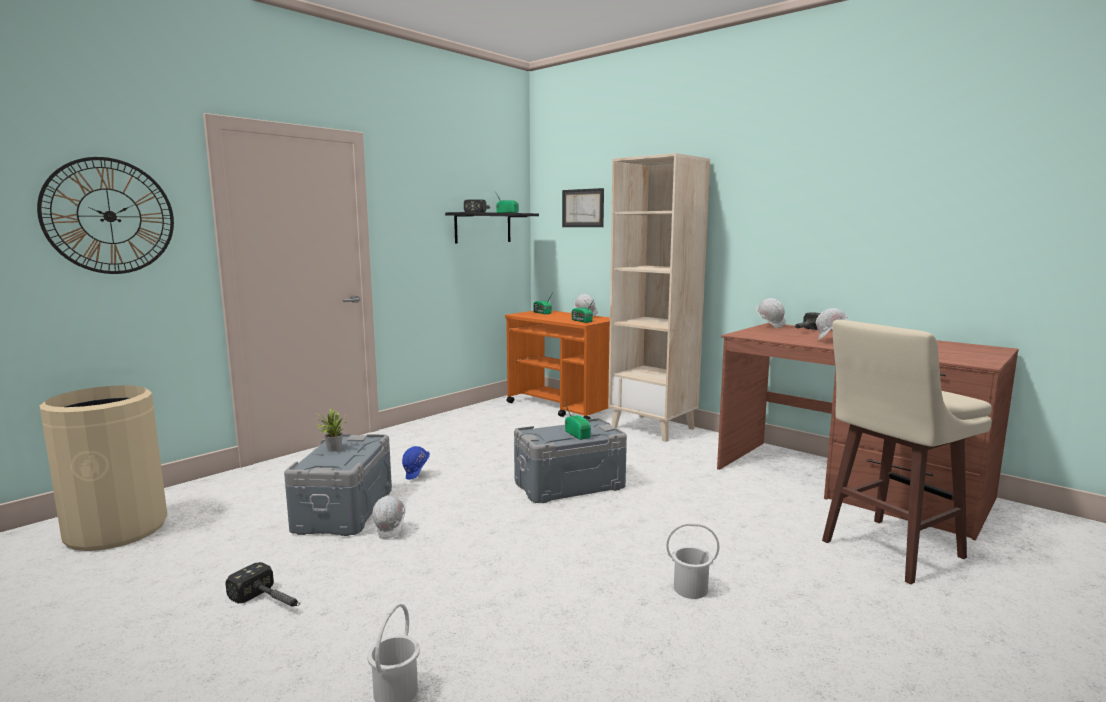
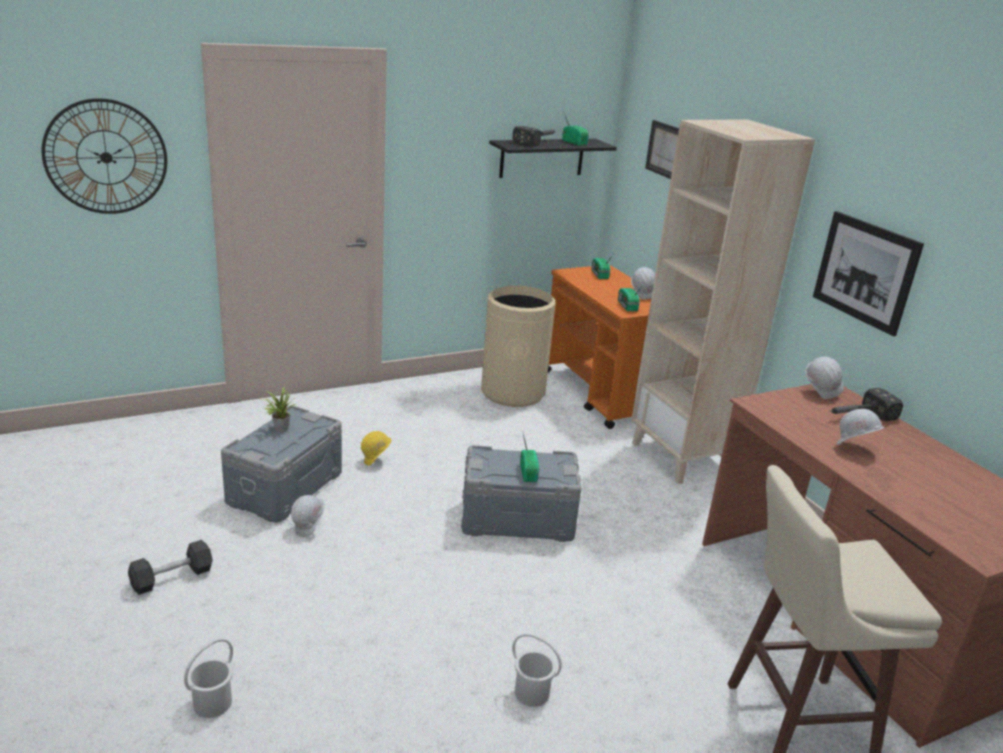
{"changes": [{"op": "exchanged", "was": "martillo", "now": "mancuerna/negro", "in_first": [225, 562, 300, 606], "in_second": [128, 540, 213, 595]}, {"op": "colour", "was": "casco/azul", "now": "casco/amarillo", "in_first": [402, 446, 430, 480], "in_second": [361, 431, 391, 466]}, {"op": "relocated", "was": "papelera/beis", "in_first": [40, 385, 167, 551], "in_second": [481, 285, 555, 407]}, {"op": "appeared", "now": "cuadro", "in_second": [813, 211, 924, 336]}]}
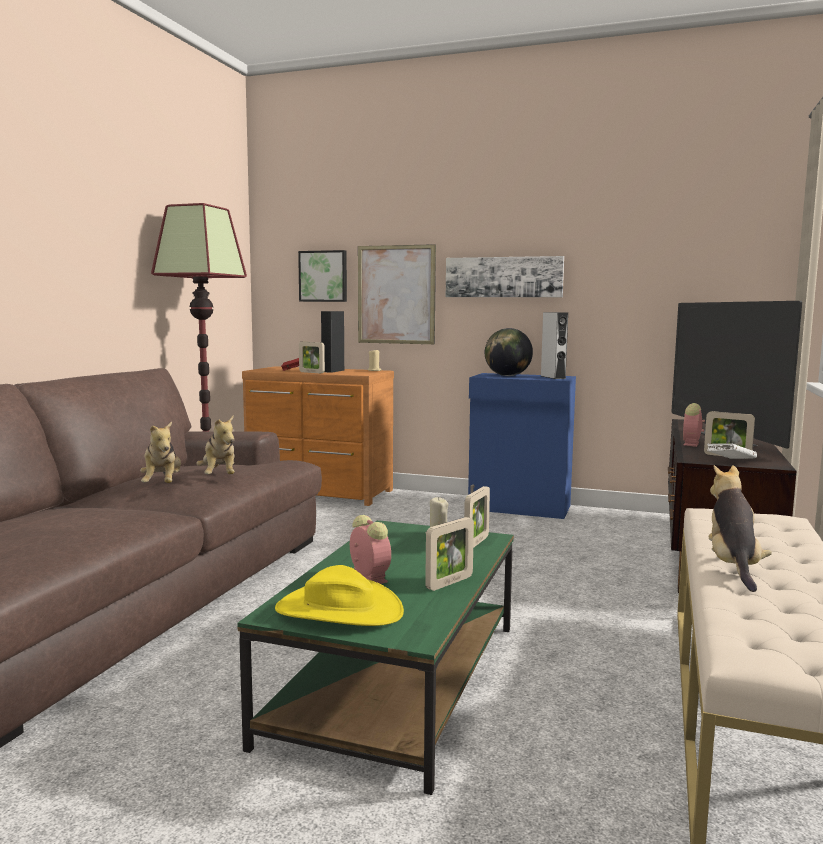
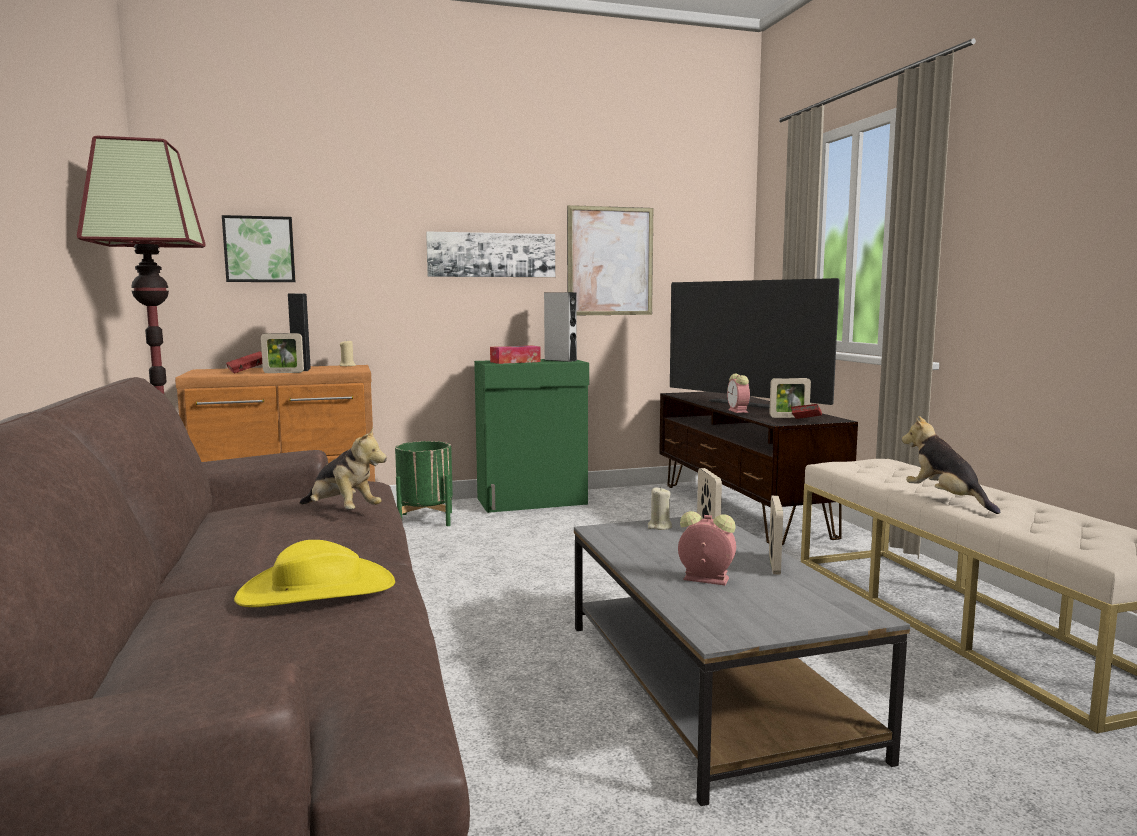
{"changes": [{"op": "relocated", "was": "sombrero/amarillo", "in_first": [275, 565, 404, 626], "in_second": [234, 540, 395, 607]}, {"op": "appeared", "now": "maceta/verde", "in_second": [395, 441, 453, 526]}, {"op": "colour", "was": "armario/azul", "now": "armario/verde", "in_first": [468, 373, 576, 519], "in_second": [474, 359, 589, 513]}, {"op": "exchanged", "was": "globo terráqueo", "now": "caja de pañuelos", "in_first": [485, 328, 533, 376], "in_second": [490, 345, 541, 364]}, {"op": "relocated", "was": "cuadro", "in_first": [358, 244, 436, 344], "in_second": [567, 205, 653, 315]}, {"op": "colour", "was": "mesa de centro/verde", "now": "mesa de centro/gris", "in_first": [237, 520, 514, 795], "in_second": [574, 517, 910, 806]}, {"op": "colour", "was": "libro/blanco", "now": "libro/rojo", "in_first": [707, 443, 757, 459], "in_second": [791, 404, 822, 419]}, {"op": "missing", "was": "peluche", "in_first": [140, 421, 181, 483]}]}
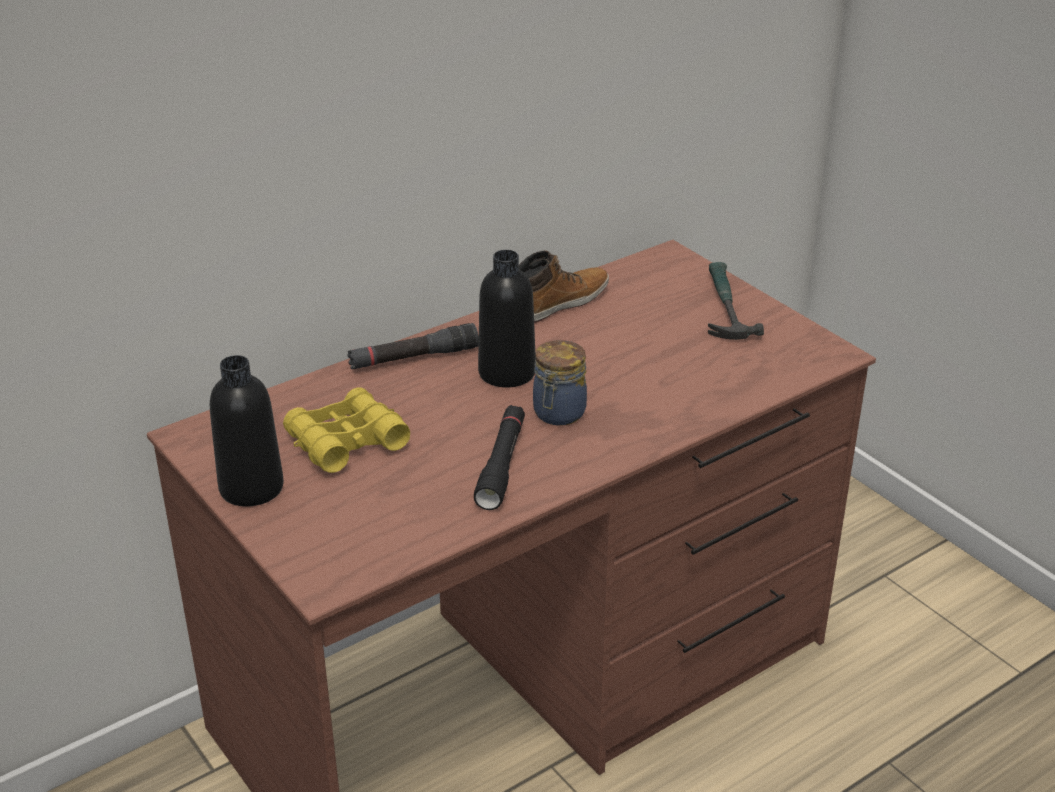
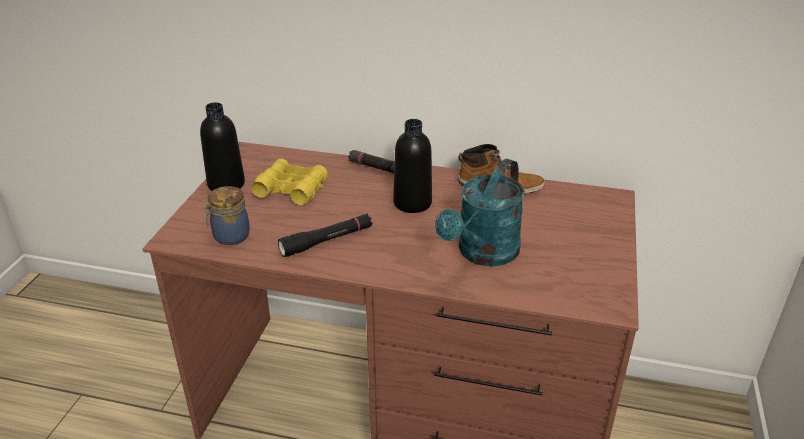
{"changes": [{"op": "relocated", "was": "tarro", "in_first": [533, 340, 587, 426], "in_second": [203, 186, 250, 245]}, {"op": "appeared", "now": "regadera/turquesa", "in_second": [435, 159, 525, 266]}, {"op": "missing", "was": "martillo", "in_first": [708, 262, 764, 340]}]}
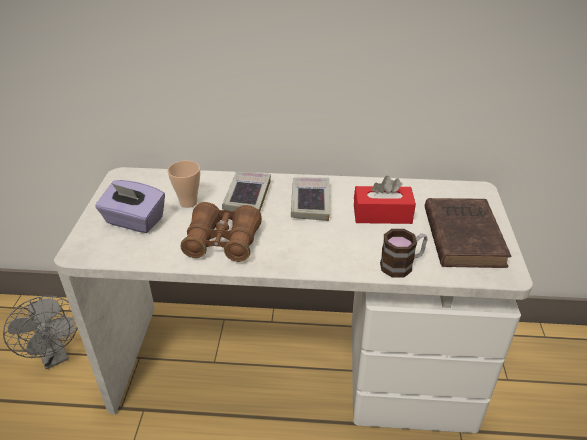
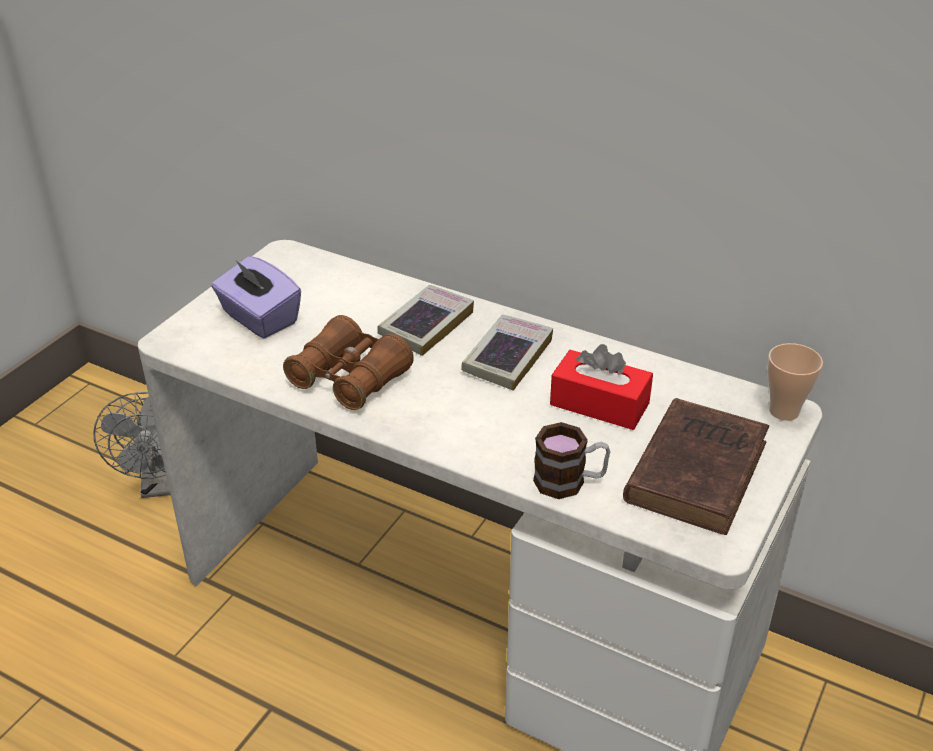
{"changes": [{"op": "relocated", "was": "taza", "in_first": [168, 161, 200, 208], "in_second": [768, 343, 823, 421]}]}
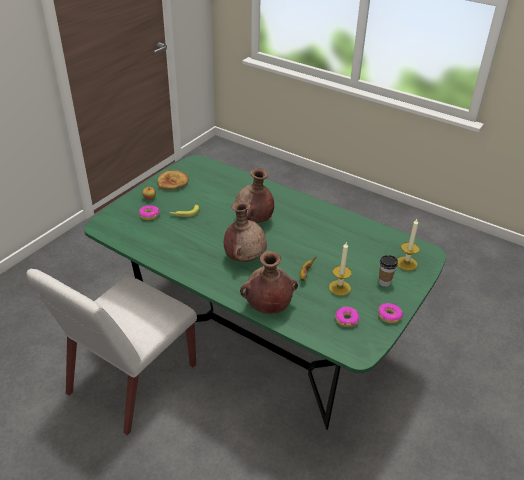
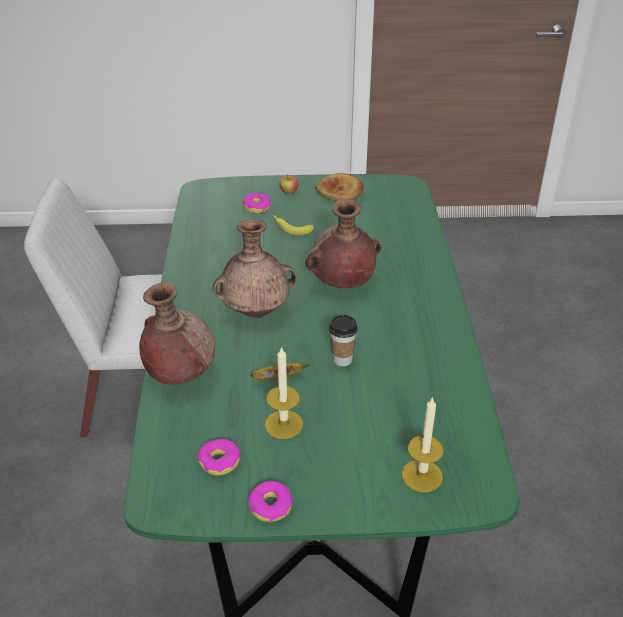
{"changes": [{"op": "relocated", "was": "taza", "in_first": [379, 255, 398, 287], "in_second": [329, 315, 358, 366]}]}
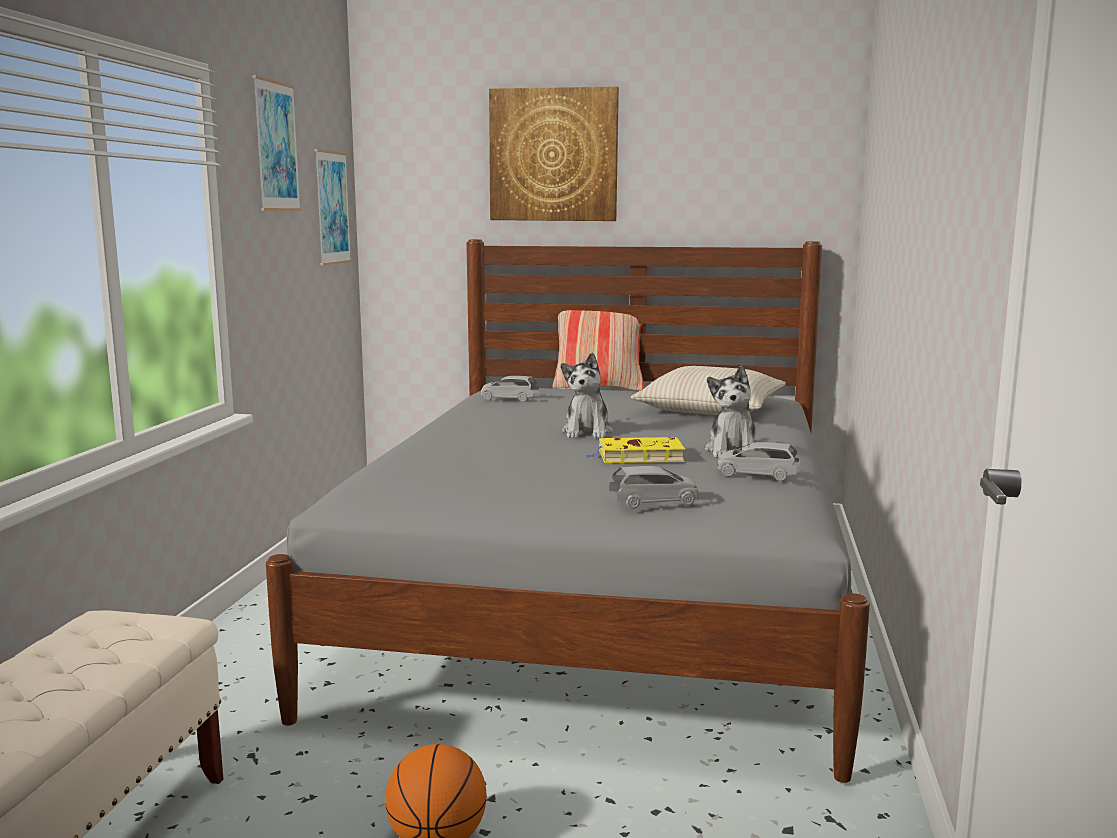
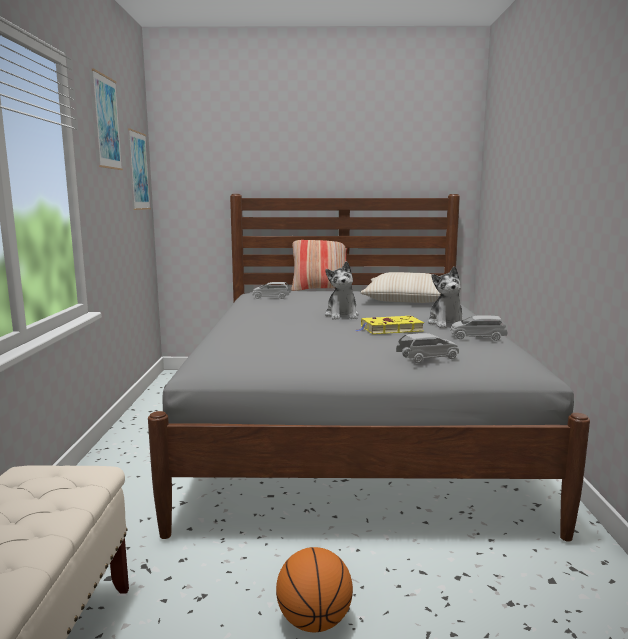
{"changes": [{"op": "missing", "was": "cuadro", "in_first": [489, 86, 619, 221]}]}
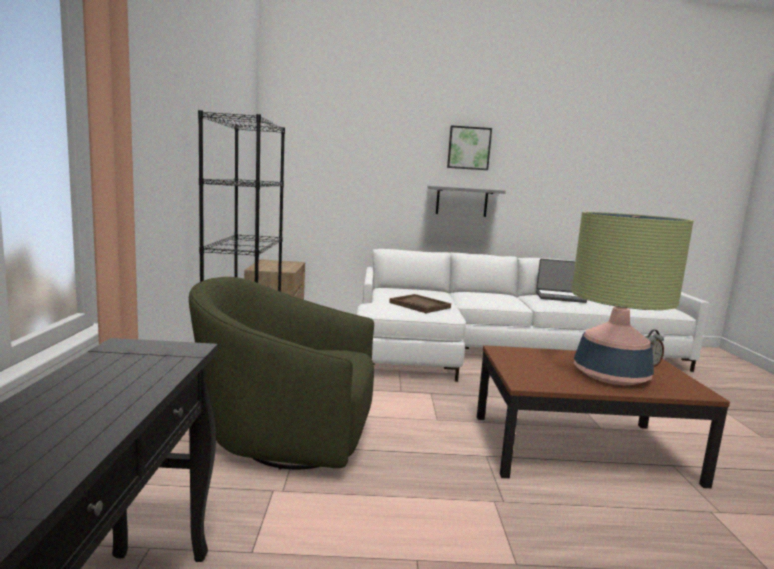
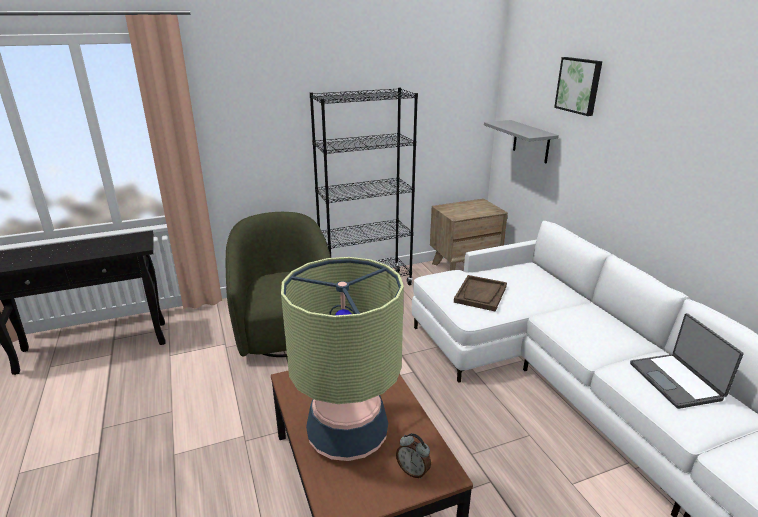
{"changes": [{"op": "relocated", "was": "estante/gris", "in_first": [427, 186, 506, 217], "in_second": [484, 120, 559, 163]}, {"op": "relocated", "was": "cuadro", "in_first": [447, 125, 492, 170], "in_second": [554, 57, 602, 116]}]}
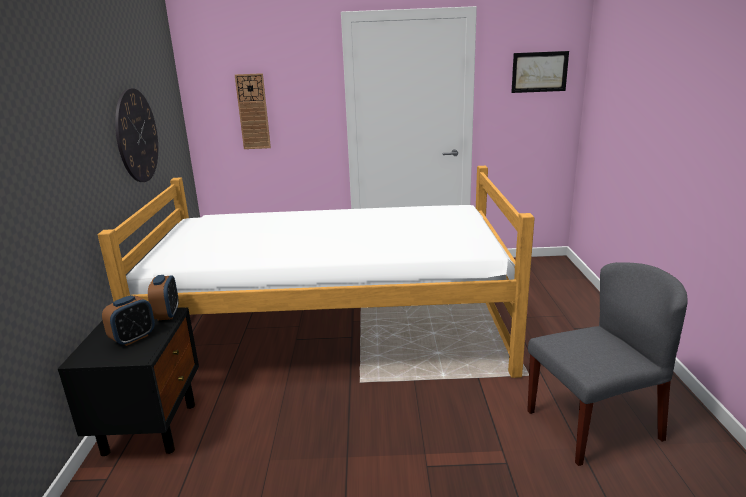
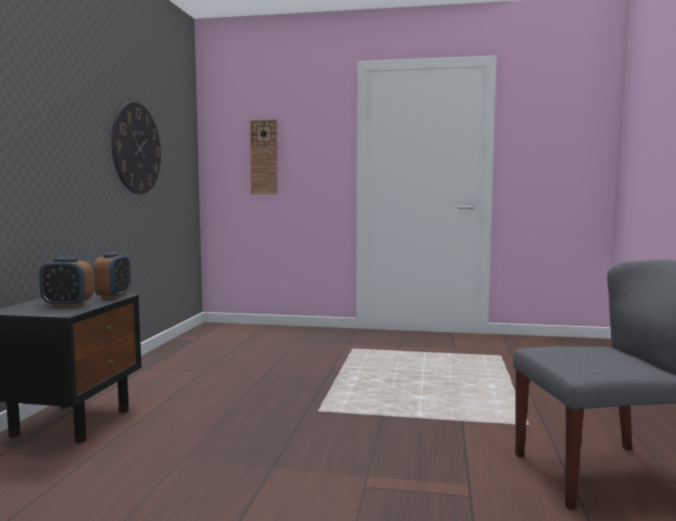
{"changes": [{"op": "spun", "was": "despertador", "in_first": [102, 295, 155, 346], "in_second": [39, 258, 94, 307], "clockwise": 45}, {"op": "missing", "was": "cama", "in_first": [98, 166, 535, 378]}, {"op": "missing", "was": "cuadro", "in_first": [511, 51, 569, 93]}]}
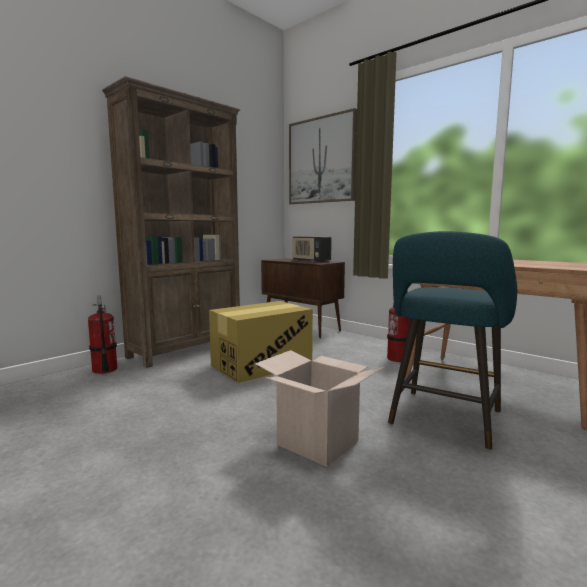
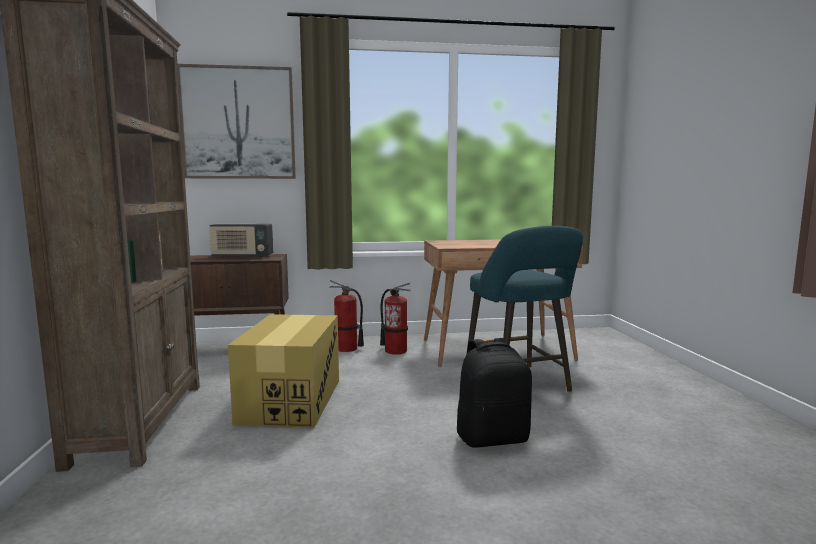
{"changes": [{"op": "relocated", "was": "extintor", "in_first": [88, 295, 117, 374], "in_second": [330, 279, 364, 352]}, {"op": "exchanged", "was": "caja de cartón", "now": "mochila/negro", "in_first": [255, 350, 385, 467], "in_second": [457, 338, 532, 448]}]}
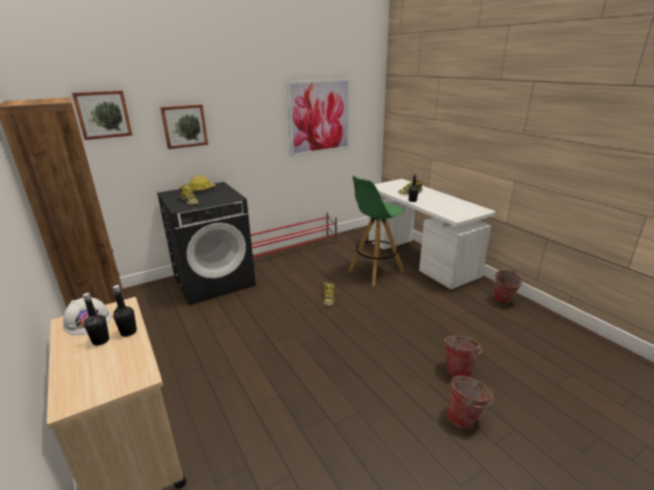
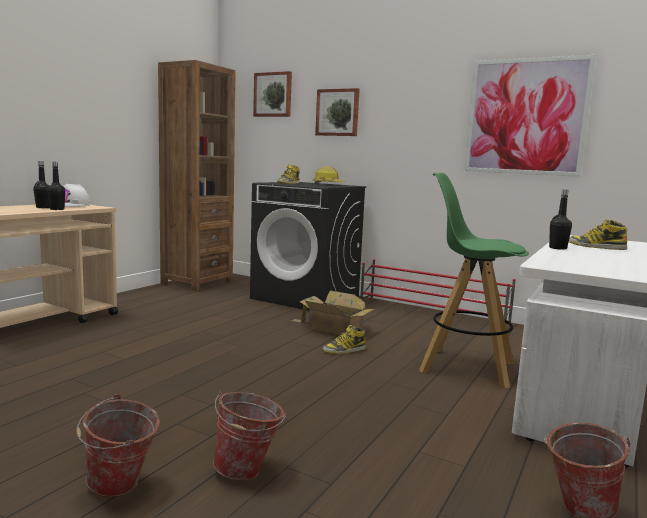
{"changes": [{"op": "appeared", "now": "caja de cartón", "in_second": [291, 290, 374, 335]}]}
